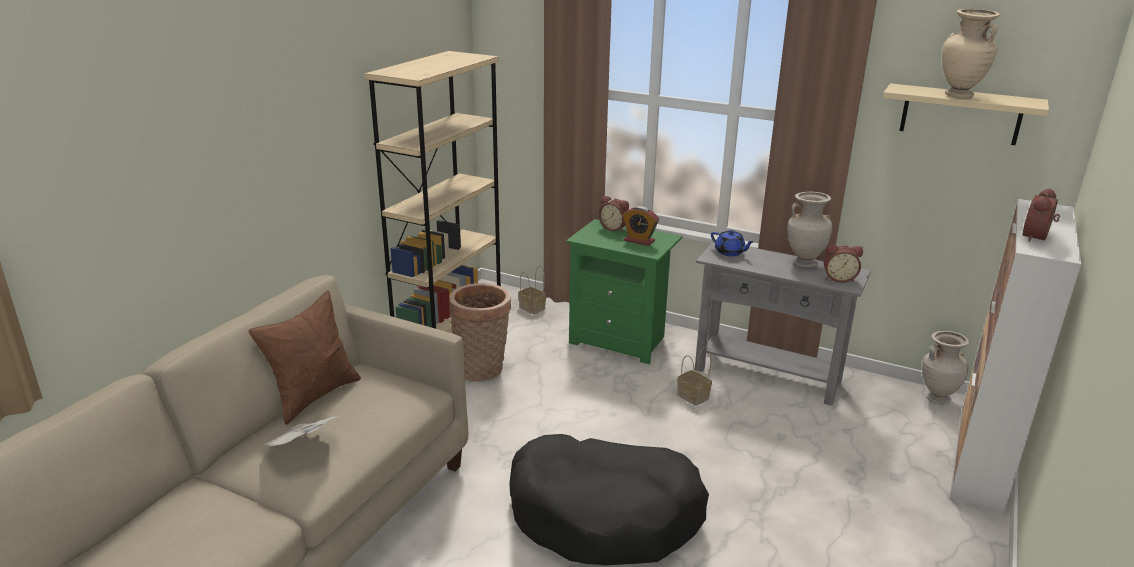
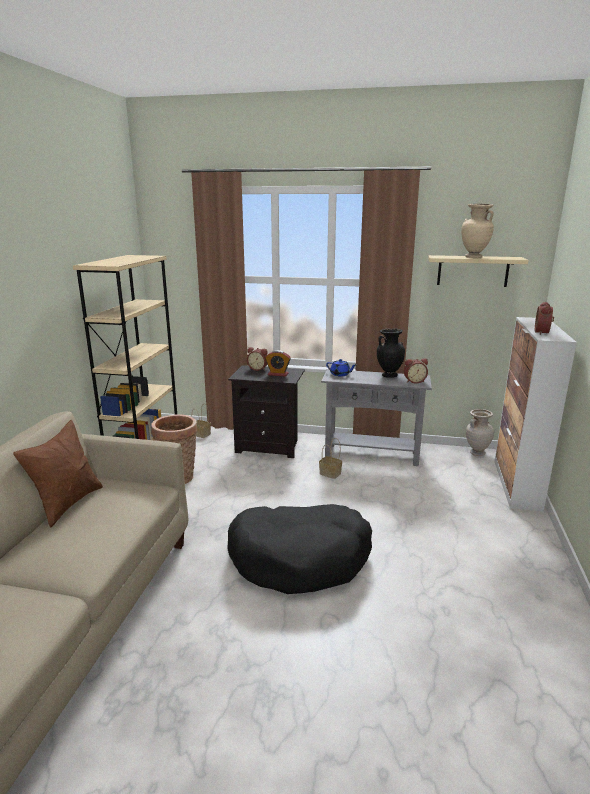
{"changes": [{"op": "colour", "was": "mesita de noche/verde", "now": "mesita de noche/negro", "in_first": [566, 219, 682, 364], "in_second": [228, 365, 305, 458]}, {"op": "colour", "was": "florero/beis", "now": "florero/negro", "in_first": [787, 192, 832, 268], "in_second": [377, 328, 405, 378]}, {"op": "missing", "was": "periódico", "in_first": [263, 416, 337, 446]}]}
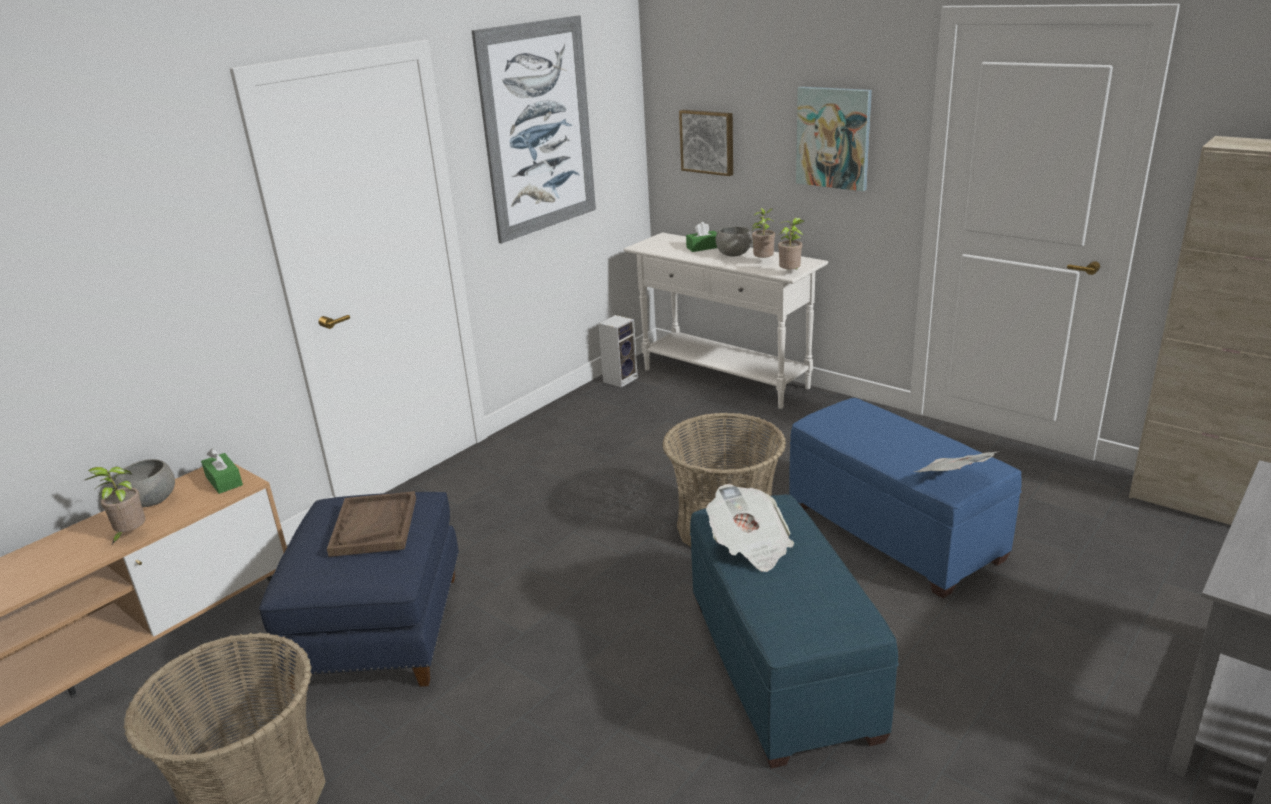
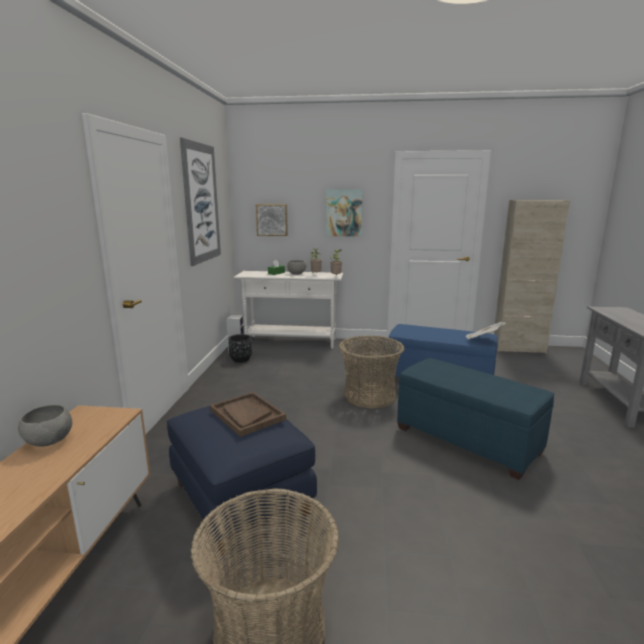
{"changes": [{"op": "appeared", "now": "maceta/negro", "in_second": [228, 334, 252, 363]}, {"op": "missing", "was": "planta en maceta", "in_first": [83, 466, 146, 544]}, {"op": "missing", "was": "caja de pañuelos/verde", "in_first": [201, 449, 243, 494]}, {"op": "missing", "was": "periódico", "in_first": [706, 484, 794, 572]}]}
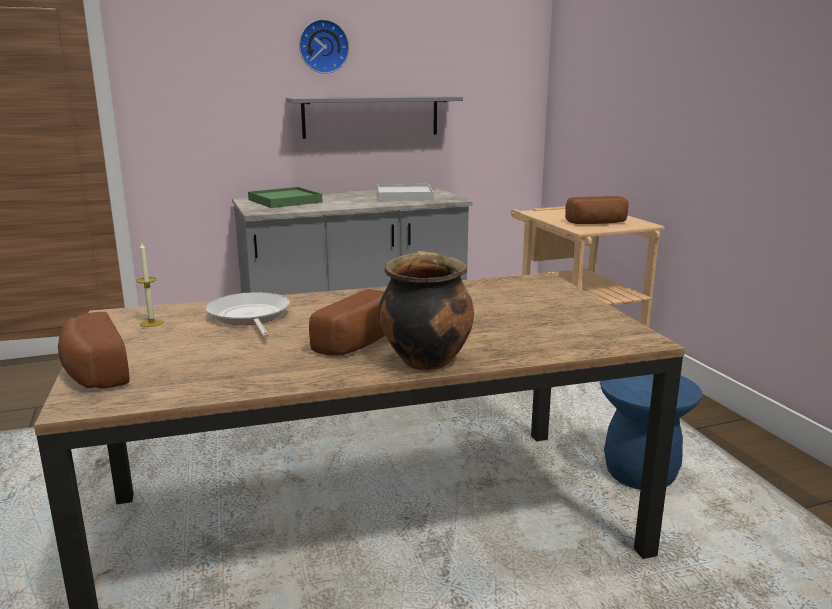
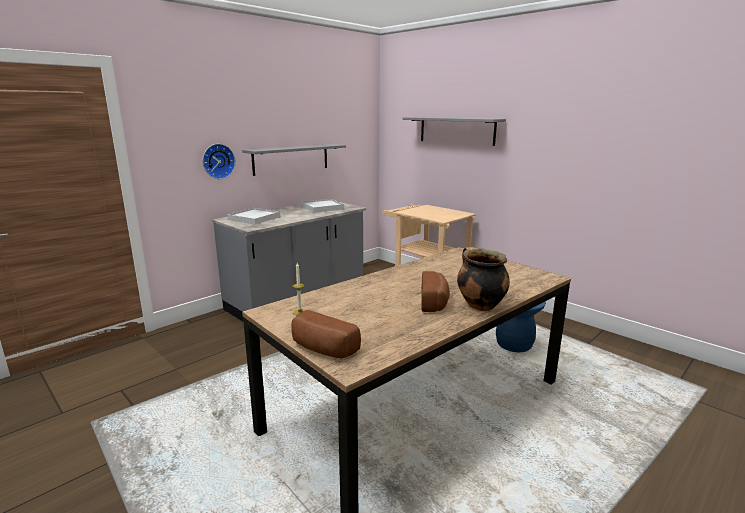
{"changes": [{"op": "relocated", "was": "reloj de pared", "in_first": [299, 19, 349, 74], "in_second": [202, 144, 236, 179]}, {"op": "colour", "was": "bandeja/verde", "now": "bandeja/blanco", "in_first": [248, 187, 322, 208], "in_second": [227, 208, 281, 224]}, {"op": "appeared", "now": "estante/gris", "in_second": [402, 117, 506, 146]}, {"op": "missing", "was": "sartén", "in_first": [206, 292, 290, 338]}, {"op": "missing", "was": "pan", "in_first": [565, 196, 629, 224]}]}
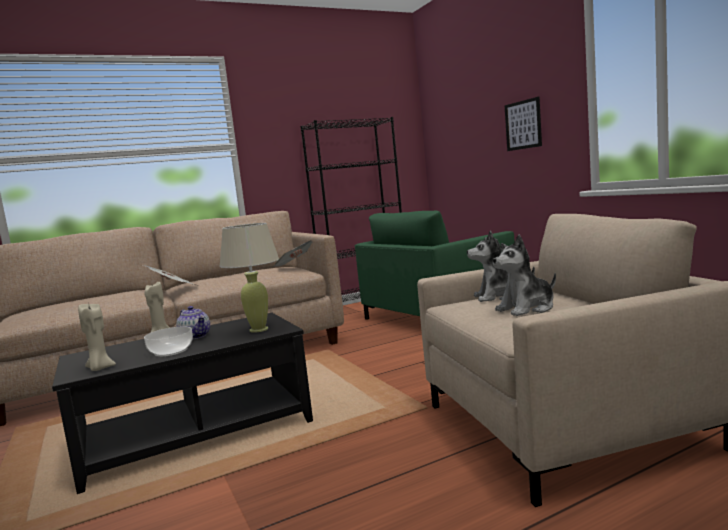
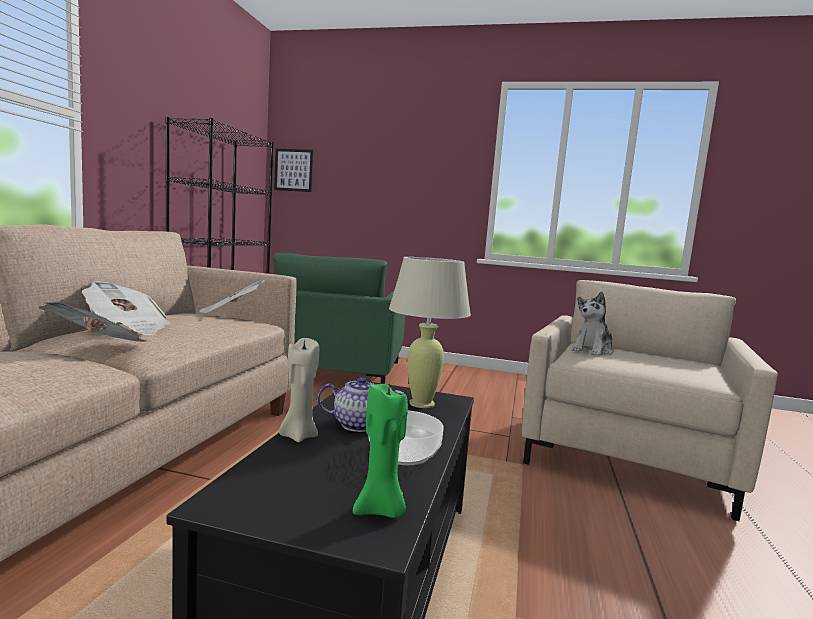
{"changes": [{"op": "appeared", "now": "periódico", "in_second": [82, 281, 171, 335]}, {"op": "relocated", "was": "cuadro", "in_first": [505, 97, 542, 151], "in_second": [274, 149, 314, 192]}, {"op": "colour", "was": "vela/beis", "now": "vela/verde", "in_first": [78, 302, 116, 371], "in_second": [353, 381, 408, 518]}, {"op": "missing", "was": "peluche", "in_first": [493, 235, 556, 316]}]}
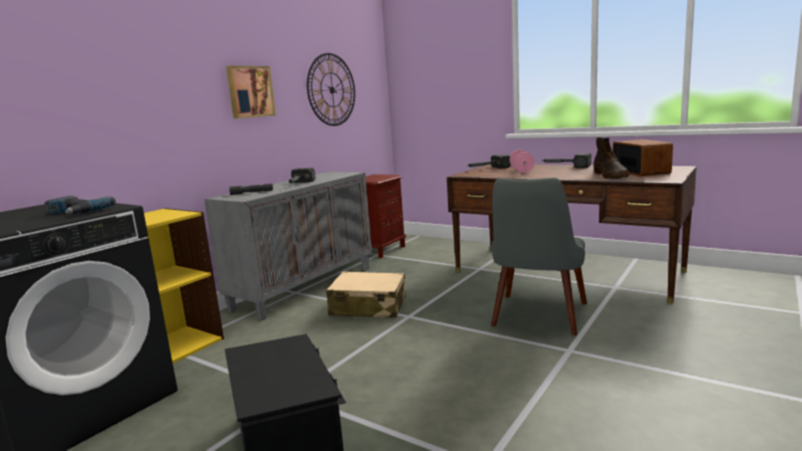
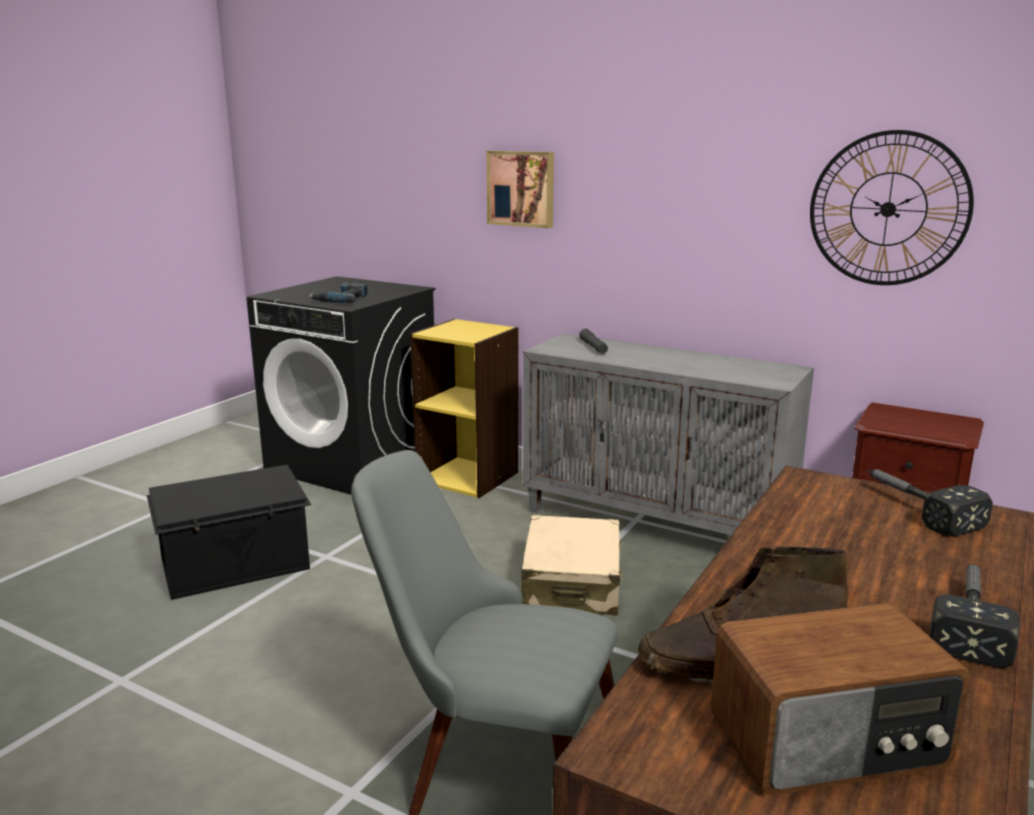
{"changes": [{"op": "relocated", "was": "cuadro", "in_first": [226, 66, 276, 119], "in_second": [486, 151, 554, 228]}, {"op": "missing", "was": "martillo", "in_first": [289, 168, 315, 183]}, {"op": "missing", "was": "mancuerna/rosa", "in_first": [510, 150, 535, 173]}]}
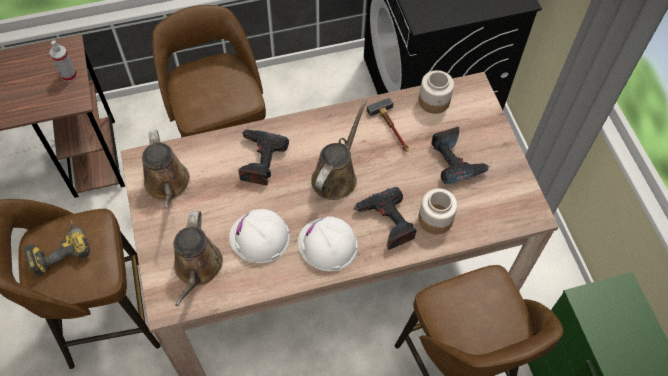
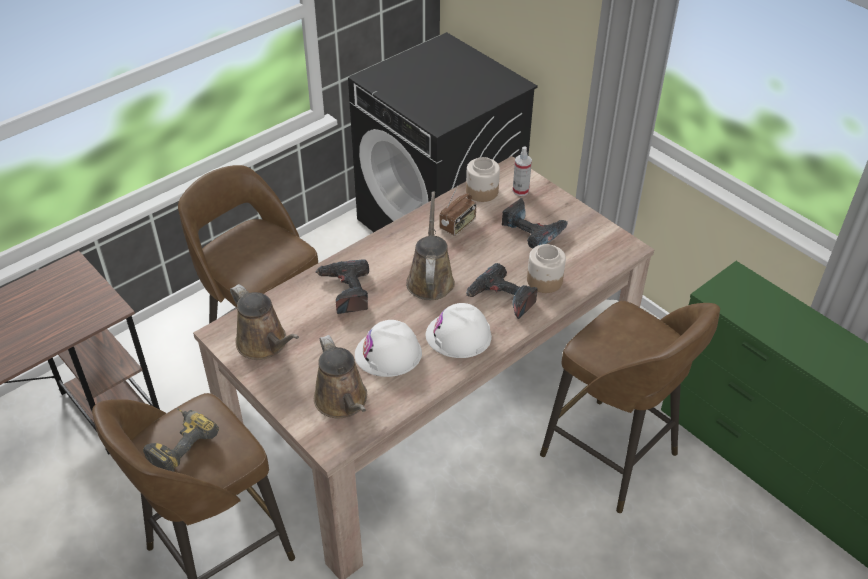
{"changes": [{"op": "exchanged", "was": "martillo", "now": "radio", "in_first": [367, 97, 409, 152], "in_second": [439, 185, 476, 236]}, {"op": "relocated", "was": "pulverizador", "in_first": [50, 40, 77, 82], "in_second": [513, 147, 532, 196]}]}
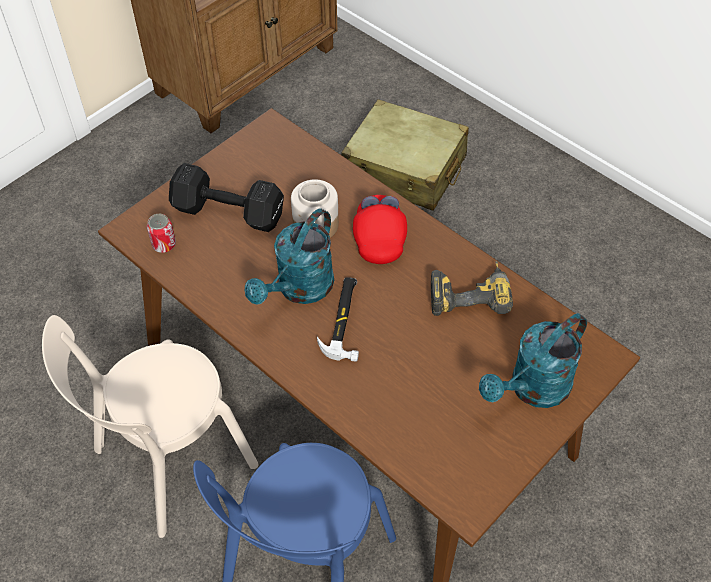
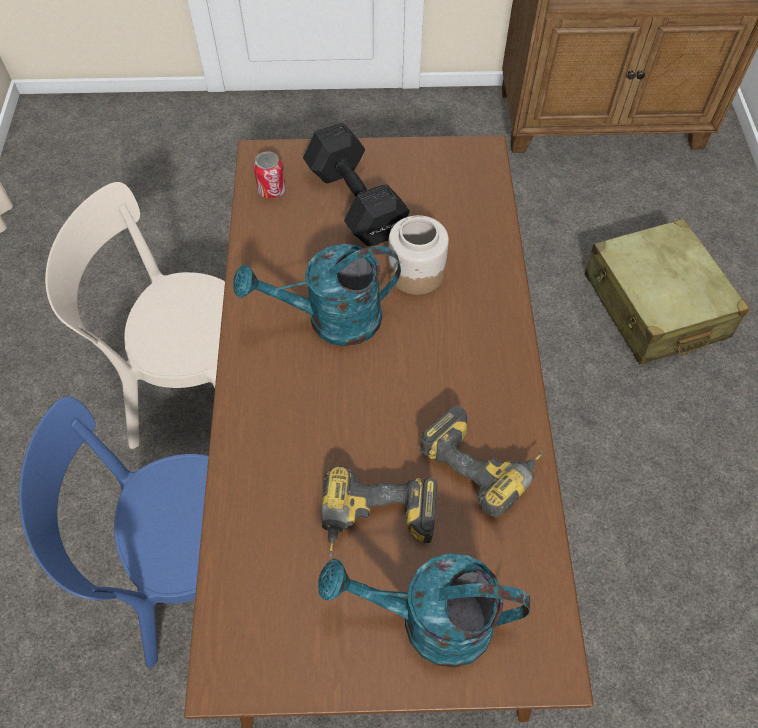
{"changes": [{"op": "appeared", "now": "taladro", "in_second": [321, 466, 437, 558]}, {"op": "missing", "was": "martillo", "in_first": [317, 277, 359, 362]}, {"op": "missing", "was": "gorra/rojo", "in_first": [353, 195, 407, 264]}]}
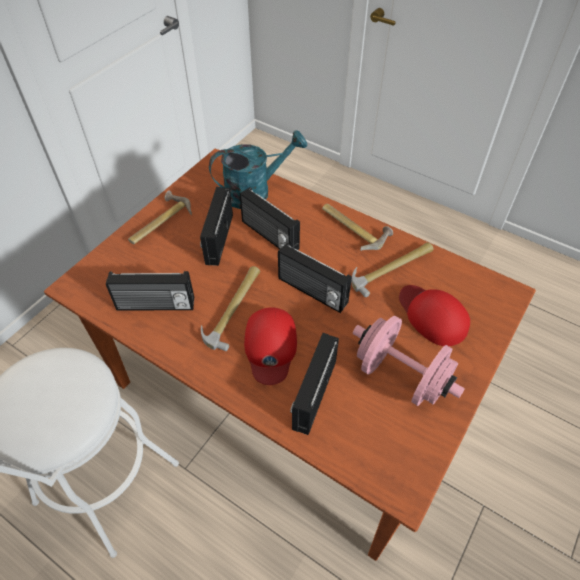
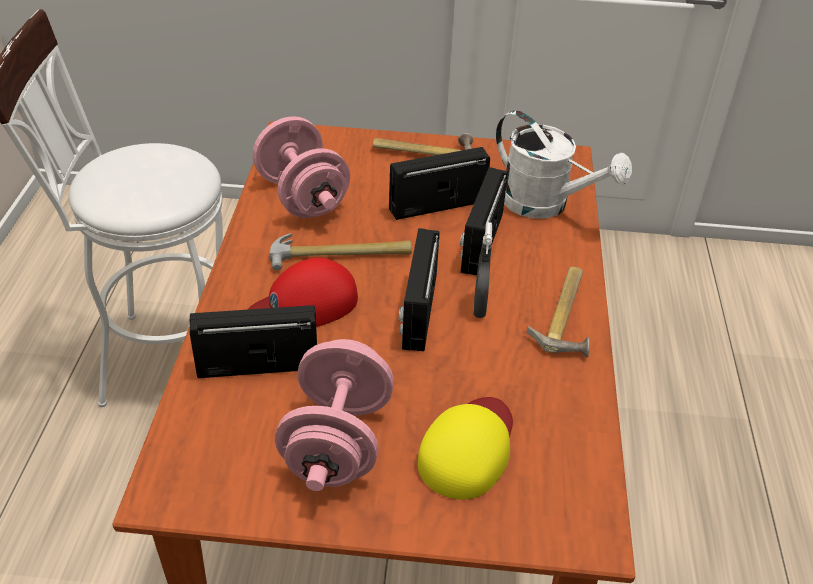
{"changes": [{"op": "exchanged", "was": "radio", "now": "mancuerna/rosa", "in_first": [106, 271, 194, 311], "in_second": [252, 116, 350, 218]}, {"op": "colour", "was": "gorra/rojo", "now": "gorra/amarillo", "in_first": [399, 285, 470, 346], "in_second": [418, 397, 513, 499]}, {"op": "appeared", "now": "pulverizador/gris", "in_second": [473, 222, 492, 318]}, {"op": "colour", "was": "regadera/turquesa", "now": "regadera/blanco", "in_first": [209, 130, 307, 209], "in_second": [496, 110, 632, 219]}, {"op": "missing", "was": "martillo", "in_first": [351, 243, 434, 297]}]}
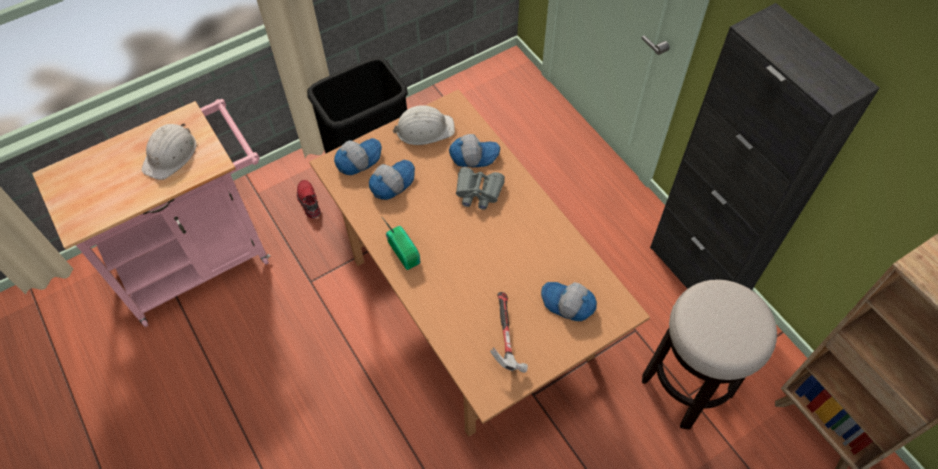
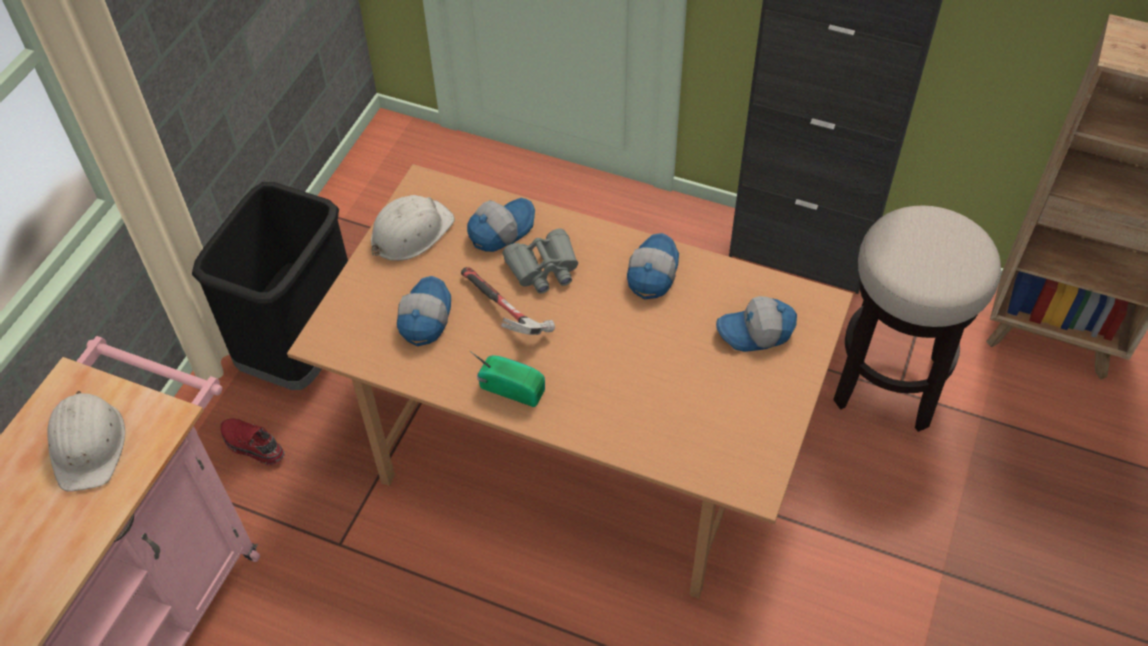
{"changes": [{"op": "relocated", "was": "martillo", "in_first": [490, 292, 528, 373], "in_second": [461, 267, 555, 335]}, {"op": "relocated", "was": "gorra", "in_first": [334, 138, 382, 175], "in_second": [627, 233, 679, 300]}]}
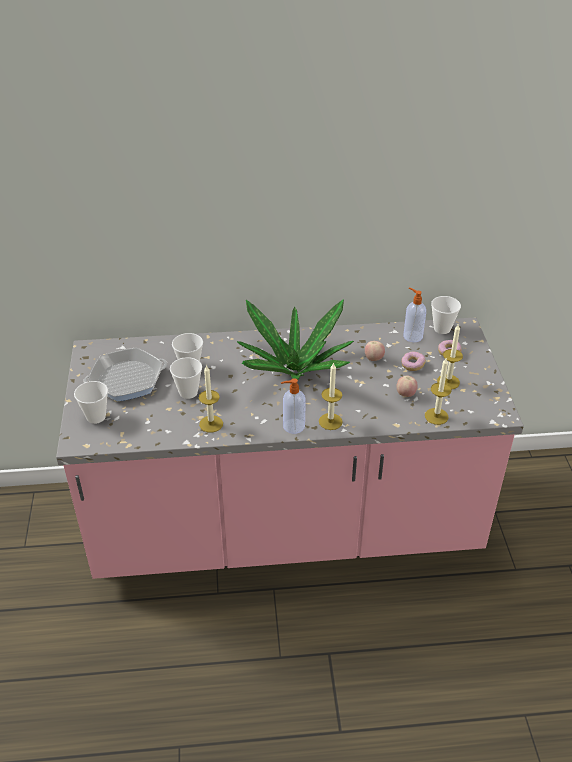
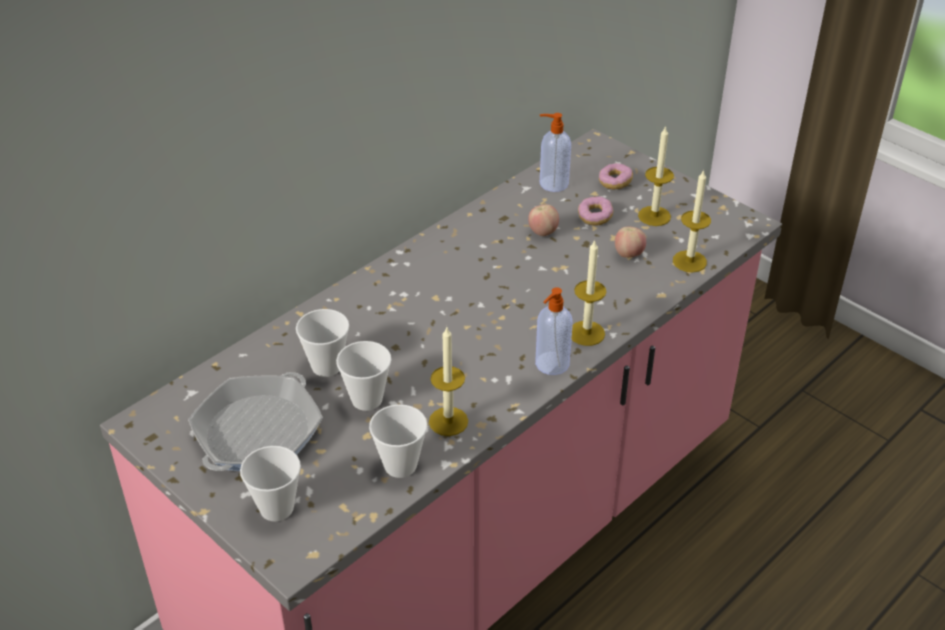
{"changes": [{"op": "relocated", "was": "taza", "in_first": [431, 296, 461, 334], "in_second": [369, 404, 427, 478]}, {"op": "missing", "was": "planta en maceta", "in_first": [237, 299, 354, 380]}]}
